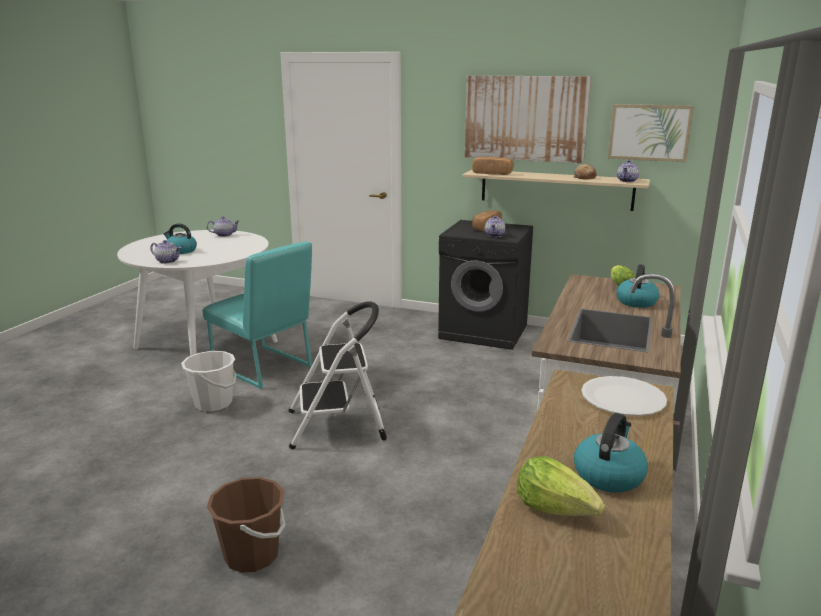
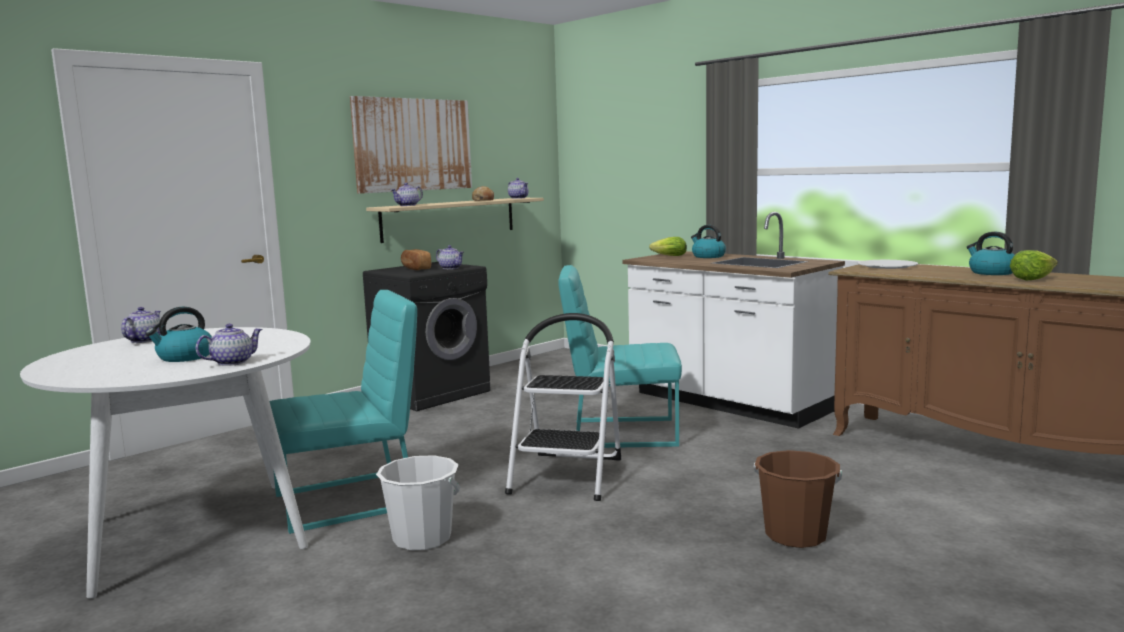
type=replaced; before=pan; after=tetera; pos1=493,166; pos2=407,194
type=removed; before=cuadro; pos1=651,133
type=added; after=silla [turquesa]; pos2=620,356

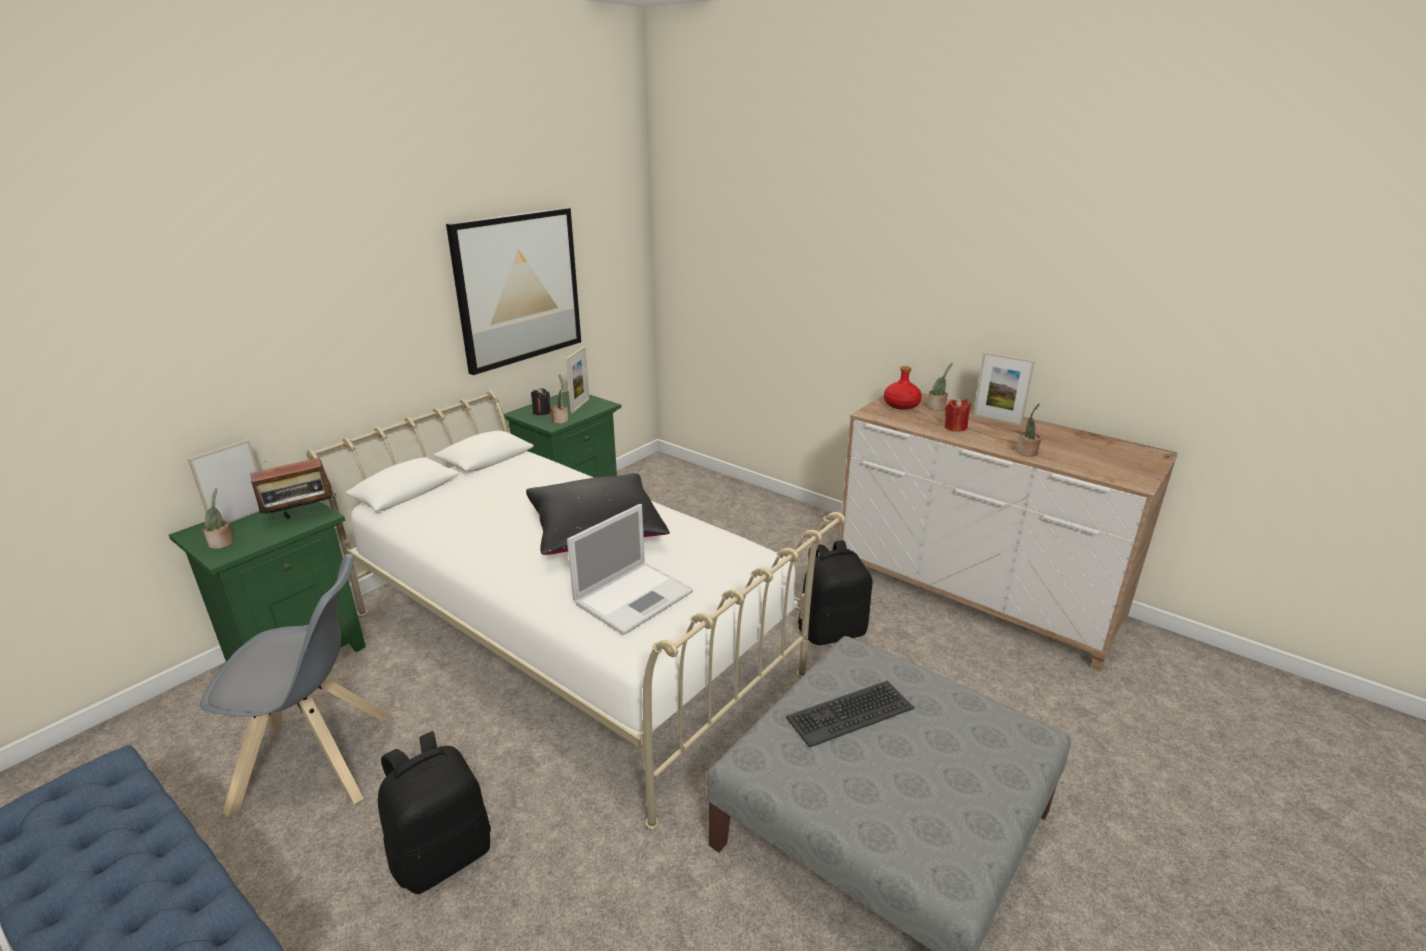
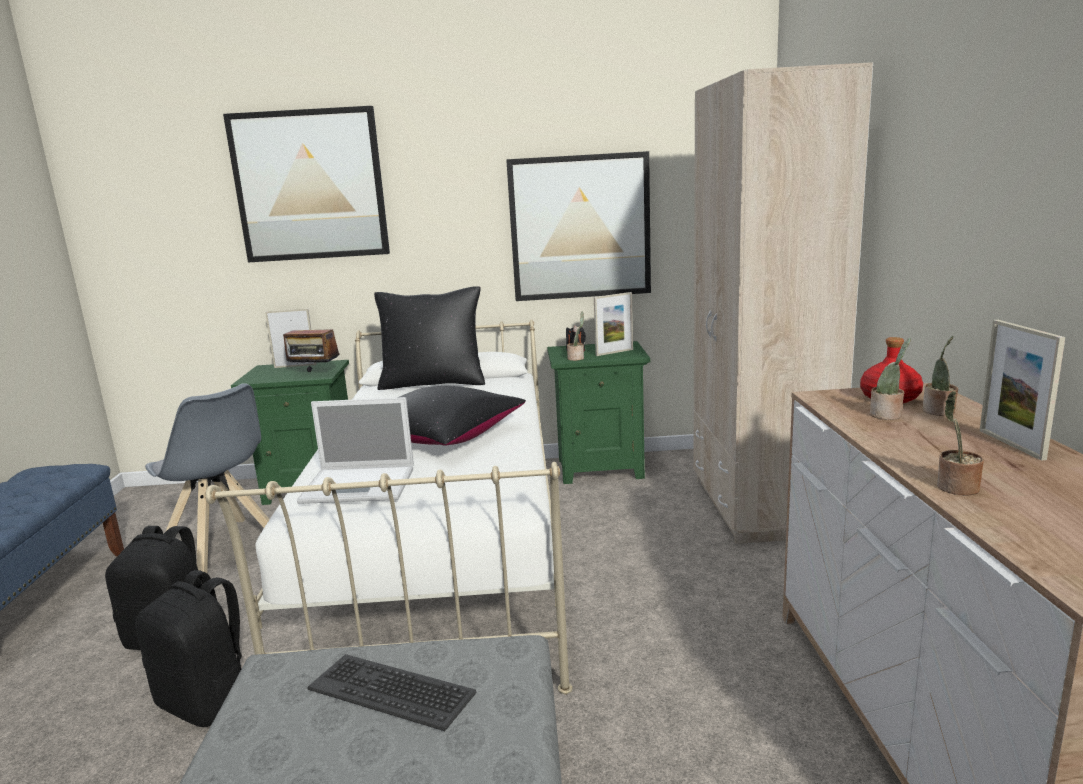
type=moved; before=planta en maceta; pos1=218,518; pos2=890,379
type=moved; before=mochila [negro]; pos1=835,592; pos2=188,648
type=removed; before=vela [rojo]; pos1=957,414
type=added; after=cuadro; pos2=306,184
type=added; after=cojín [negro]; pos2=429,338
type=added; after=armario ropero [beis]; pos2=783,303

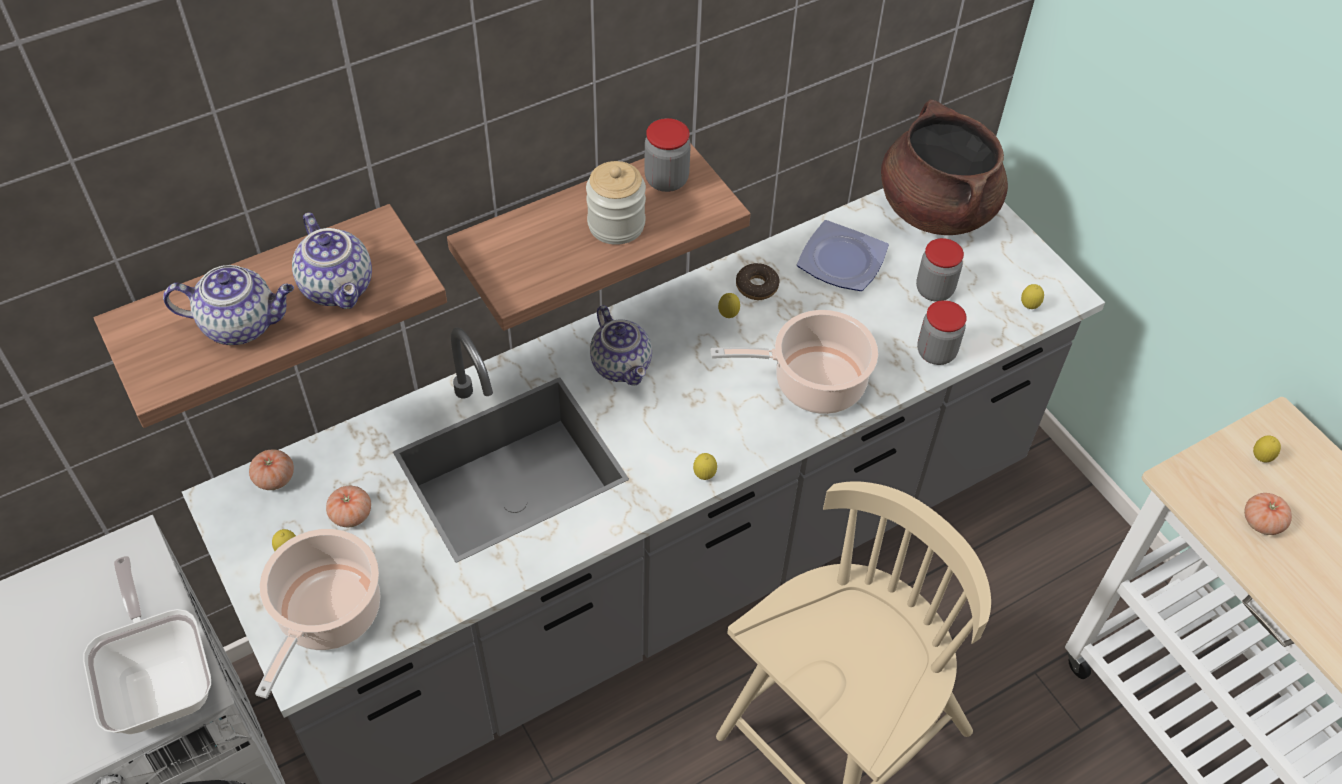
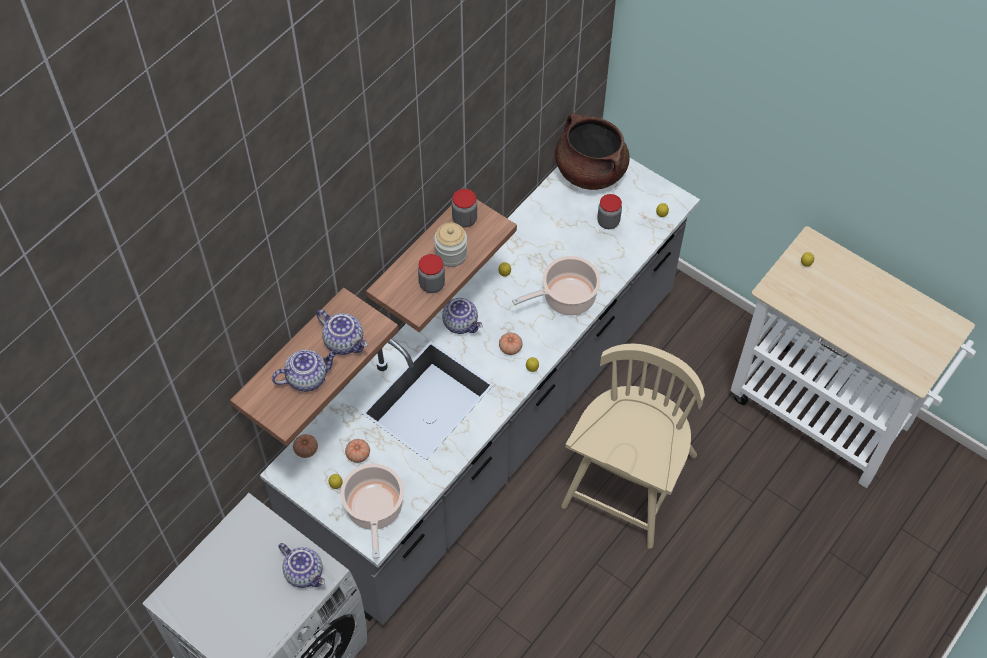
type=replaced; before=sartén; after=tetera; pos1=147,645; pos2=301,565
type=removed; before=rosquilla; pos1=758,281
type=removed; before=plato; pos1=843,255
type=moved; before=tarro; pos1=942,332; pos2=431,273
type=moved; before=tomate; pos1=1268,514; pos2=510,344

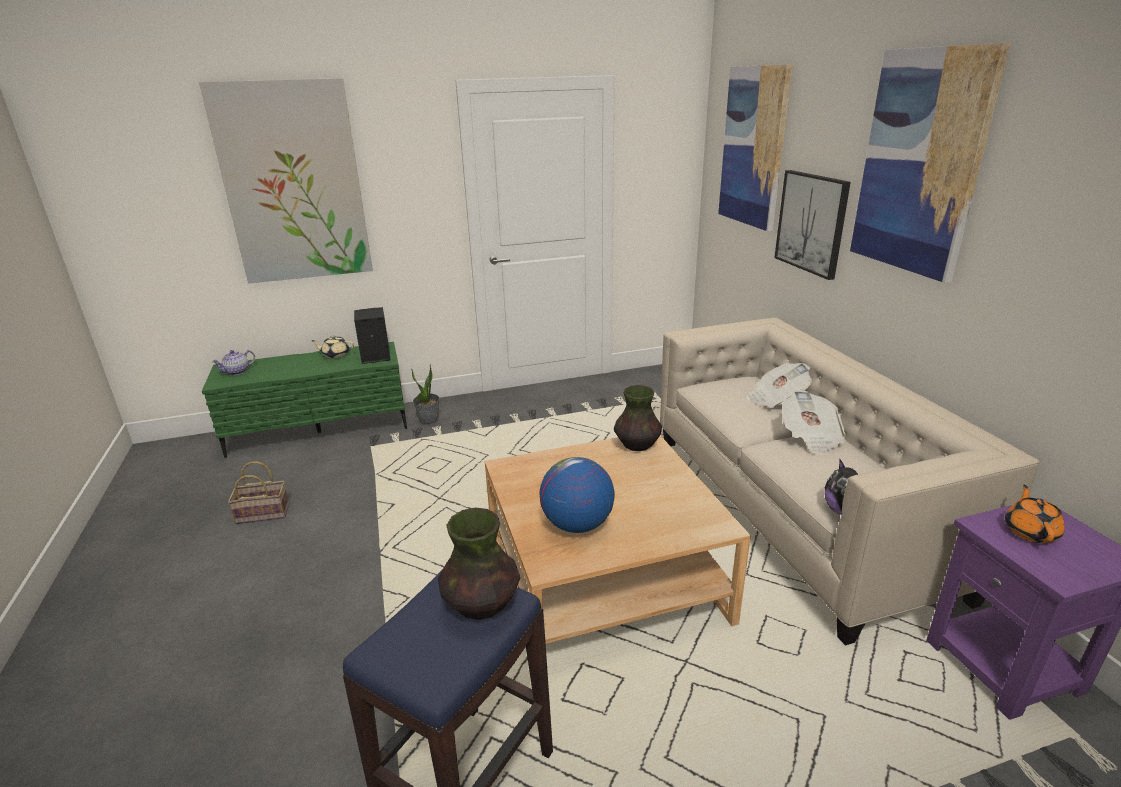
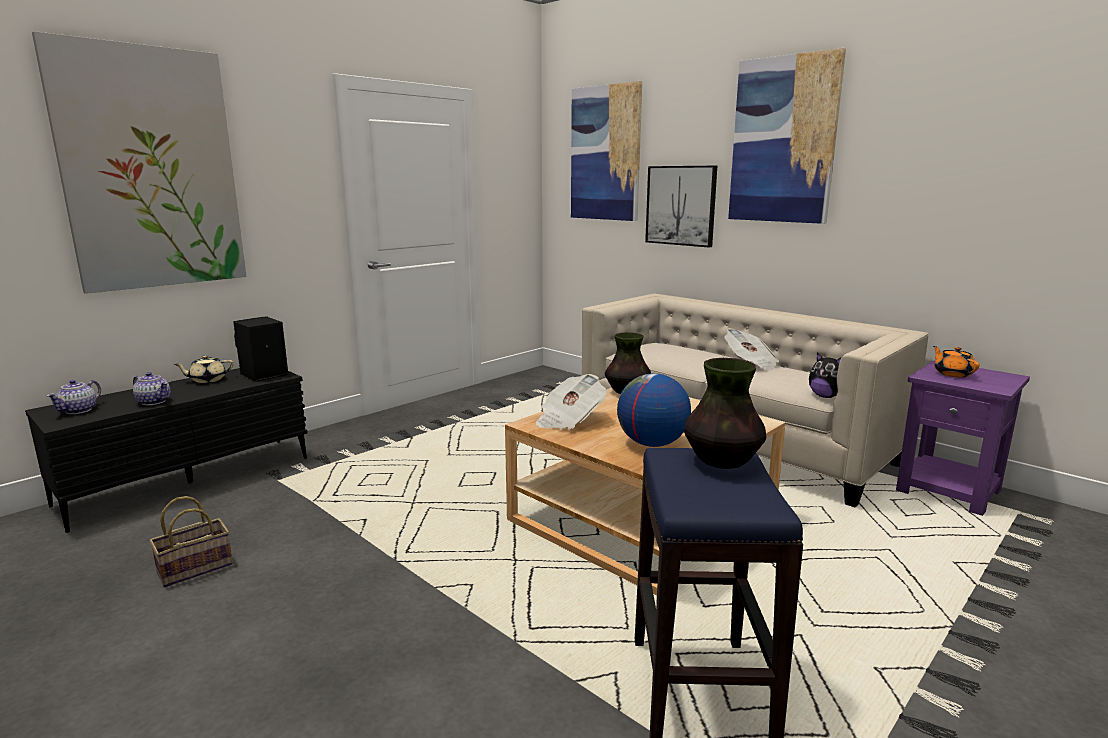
type=recoloured; before=mueble de televisión [verde]; after=mueble de televisión [negro]; pos1=305,400; pos2=166,450
type=removed; before=planta en maceta; pos1=425,394
type=moved; before=periódico; pos1=778,385; pos2=571,401
type=added; after=tetera; pos2=151,388

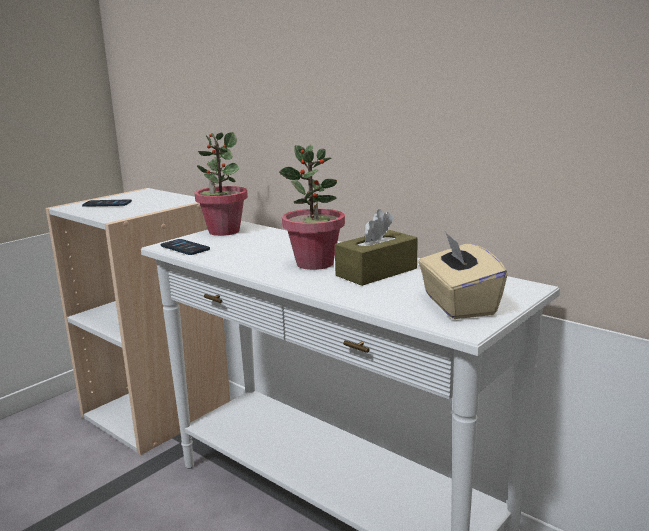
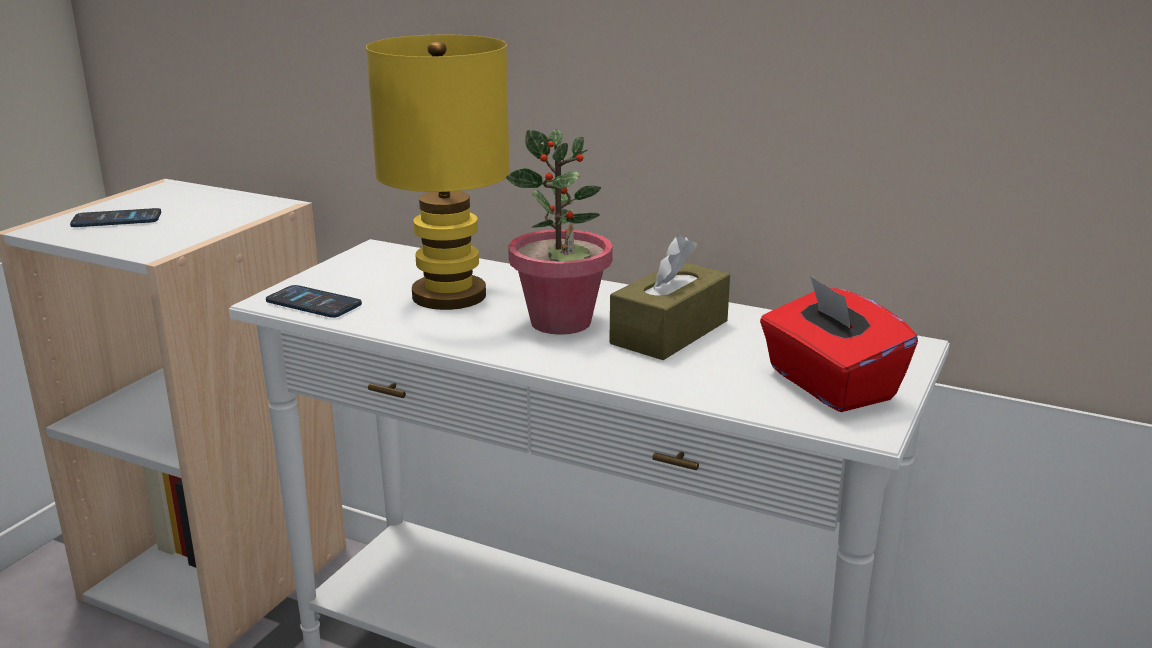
type=removed; before=planta en maceta; pos1=221,184
type=recoloured; before=caja de pañuelos [beis]; after=caja de pañuelos [rojo]; pos1=463,275; pos2=839,343
type=added; after=lámpara de mesa [amarillo]; pos2=438,172

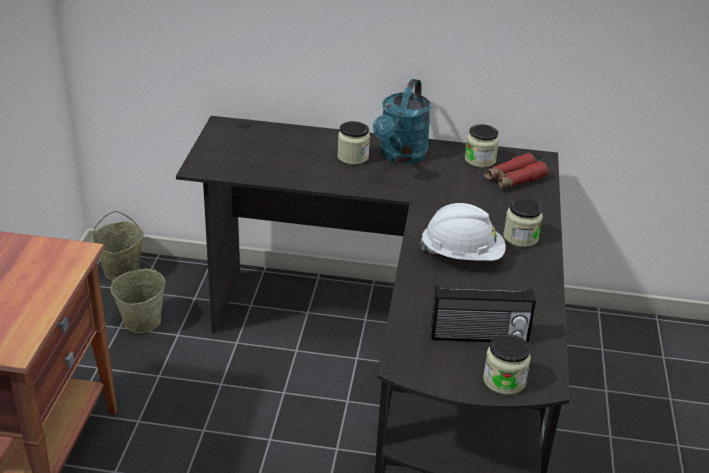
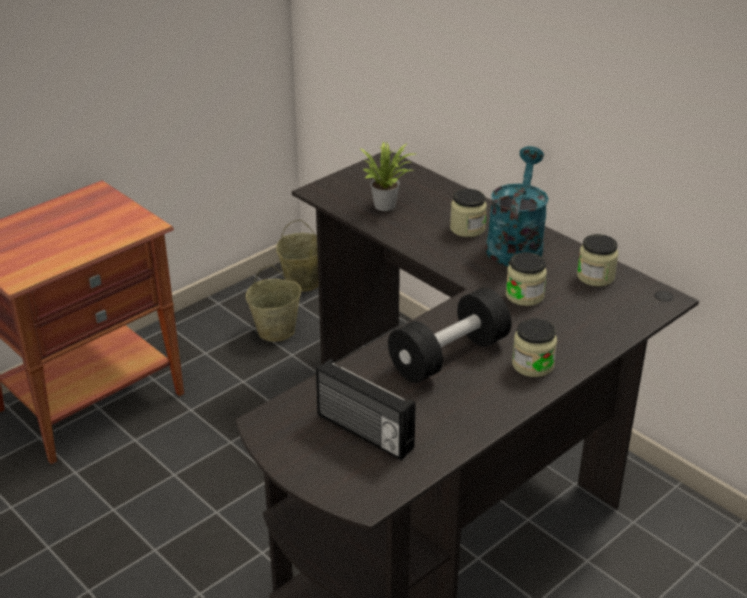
type=turned; before=regadera [turquesa]; pos1=402,121; pos2=517,206; turn=135
type=replaced; before=casco [blanco]; after=mancuerna [negro]; pos1=463,232; pos2=449,335
type=moved; before=tarro; pos1=507,364; pos2=526,279
type=removed; before=prismáticos [rojo]; pos1=516,170
type=added; after=planta en maceta; pos2=387,176

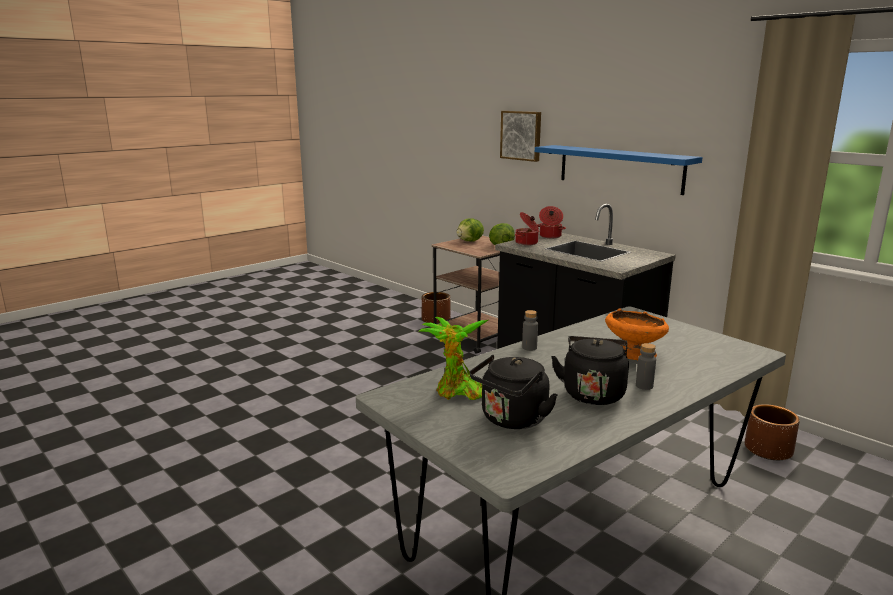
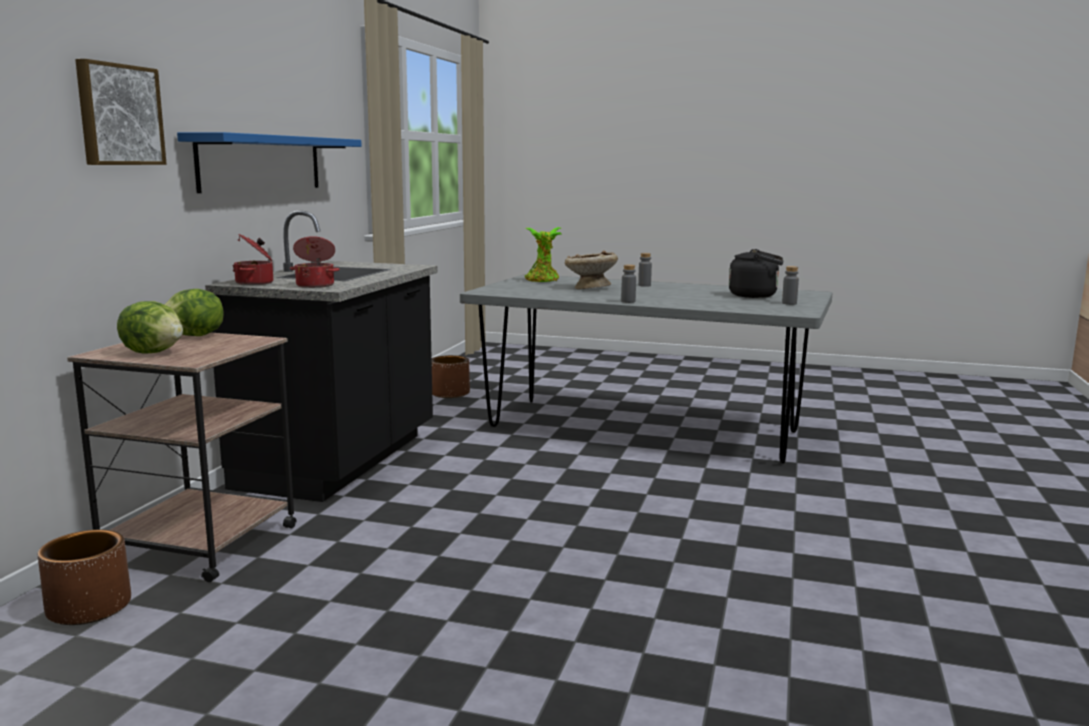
type=moved; before=planta en maceta; pos1=453,358; pos2=543,254
type=removed; before=hervidor [negro]; pos1=590,370
type=recoloured; before=cuenco [naranja]; after=cuenco [beis]; pos1=637,334; pos2=591,269
type=added; after=botella [gris]; pos2=790,285

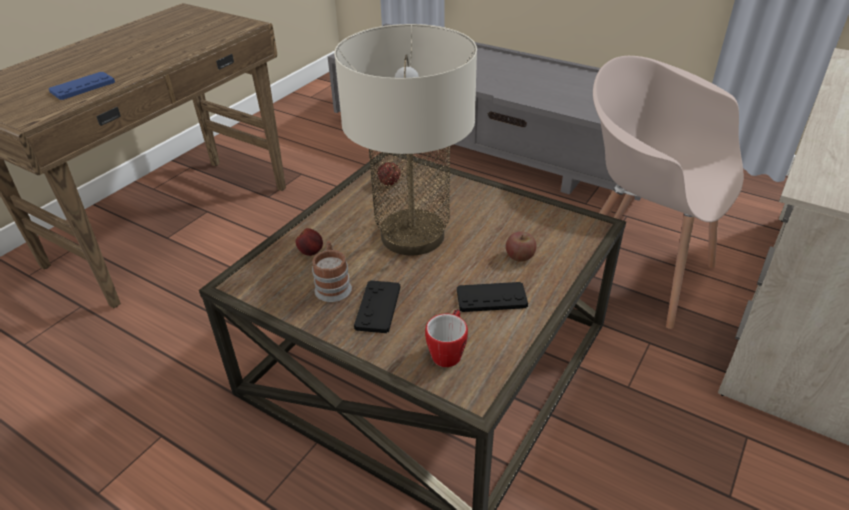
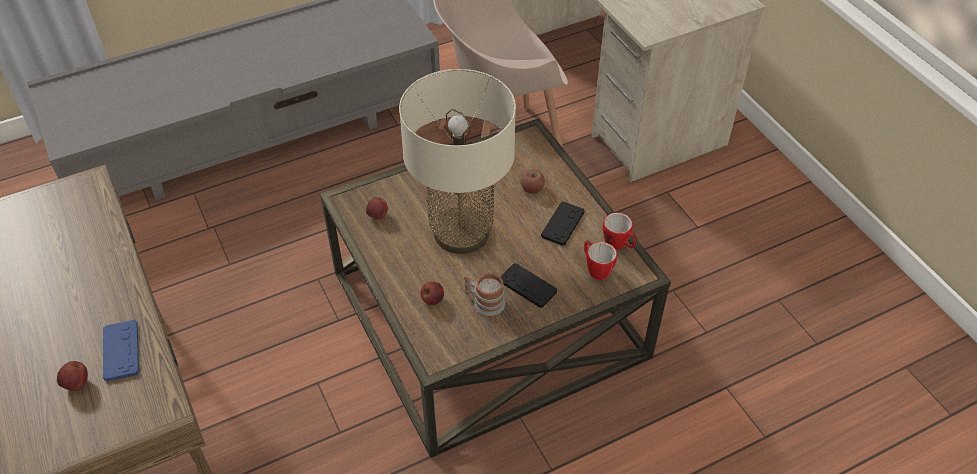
type=added; after=manzana; pos2=72,376
type=added; after=taza grande; pos2=620,231

